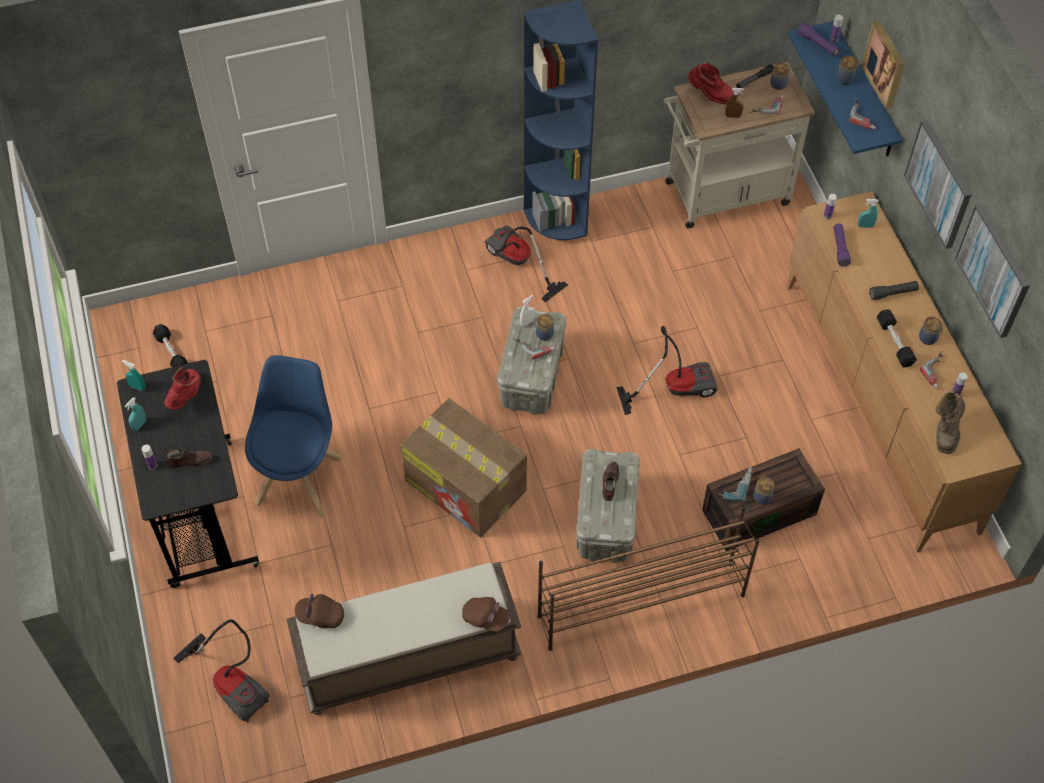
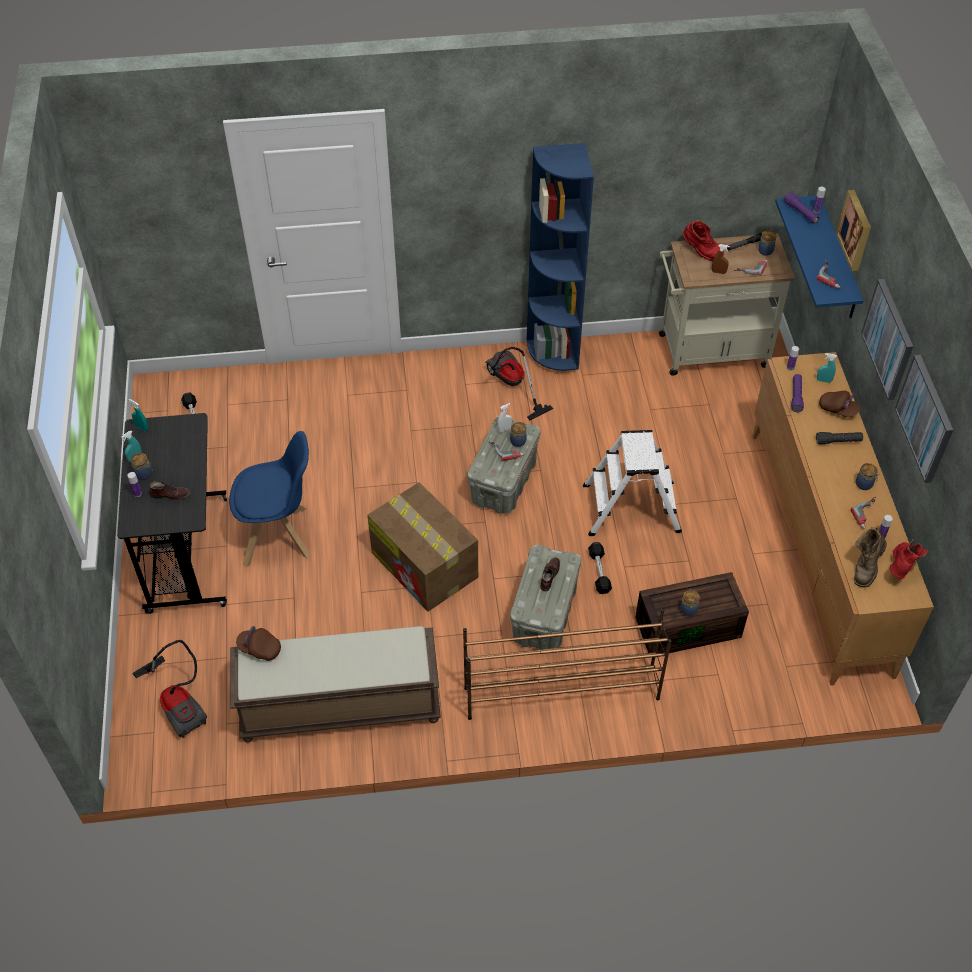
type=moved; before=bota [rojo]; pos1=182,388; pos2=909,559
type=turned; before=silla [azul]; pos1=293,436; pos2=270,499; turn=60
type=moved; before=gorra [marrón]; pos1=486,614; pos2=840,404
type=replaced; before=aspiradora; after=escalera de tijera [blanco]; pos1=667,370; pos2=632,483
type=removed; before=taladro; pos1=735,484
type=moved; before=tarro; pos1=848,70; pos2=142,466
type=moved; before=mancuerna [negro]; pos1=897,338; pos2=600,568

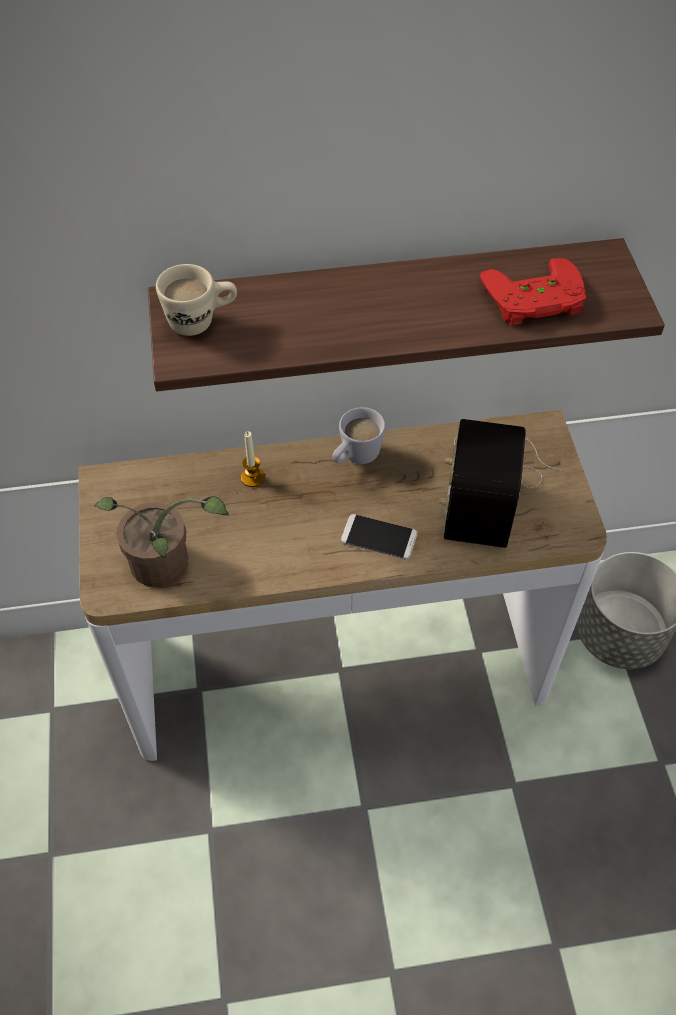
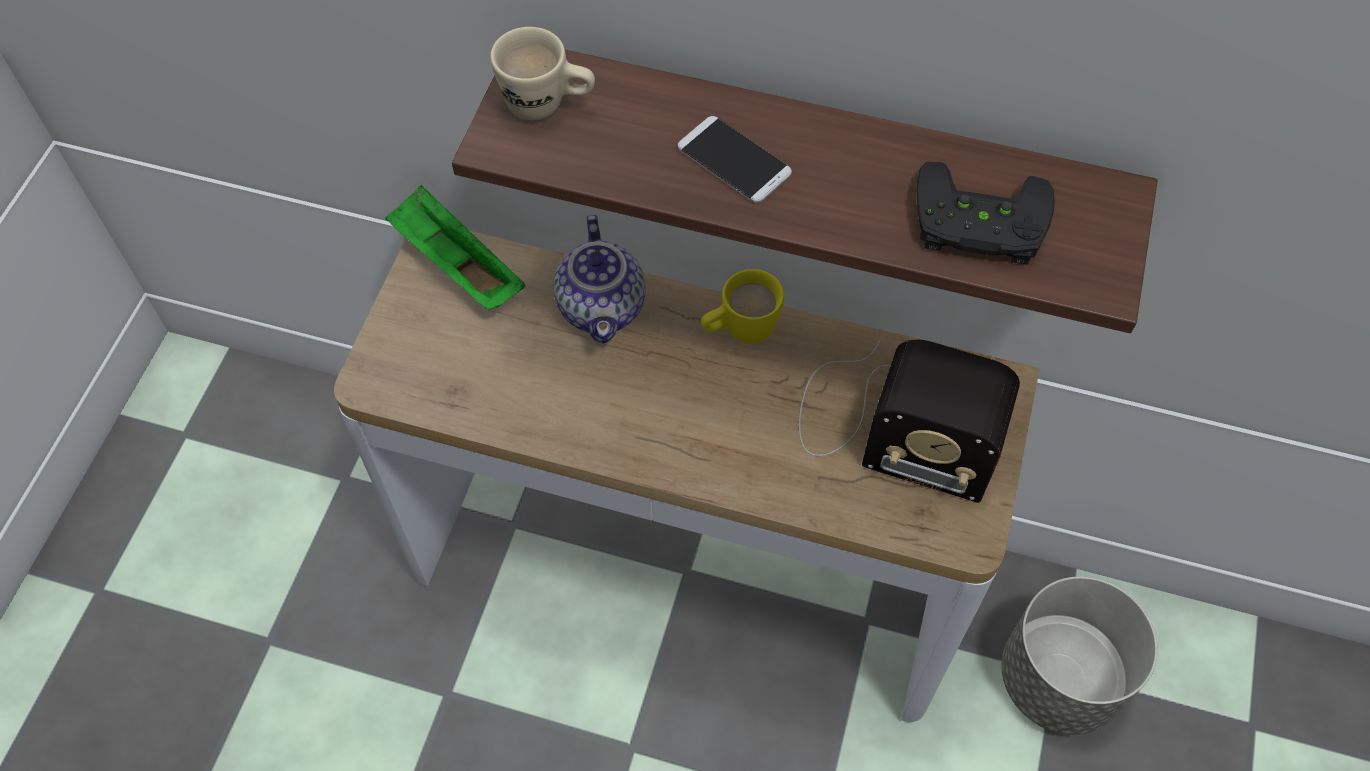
type=removed; before=planta en maceta; pos1=161,541
type=replaced; before=vela; after=tetera; pos1=253,459; pos2=599,279
type=recoloured; before=taza grande [blanco]; after=taza grande [amarillo]; pos1=359,435; pos2=742,306
type=moved; before=móvil; pos1=379,536; pos2=735,159
type=turned; before=radio; pos1=500,483; pos2=909,421; turn=-105
type=recoloured; before=mando de consola [rojo]; after=mando de consola [negro]; pos1=533,292; pos2=985,213
type=added; after=bandeja [verde]; pos2=456,247

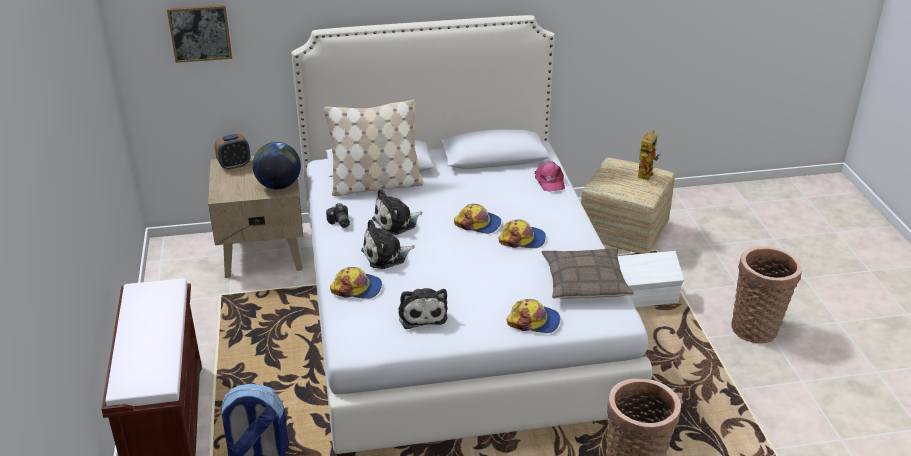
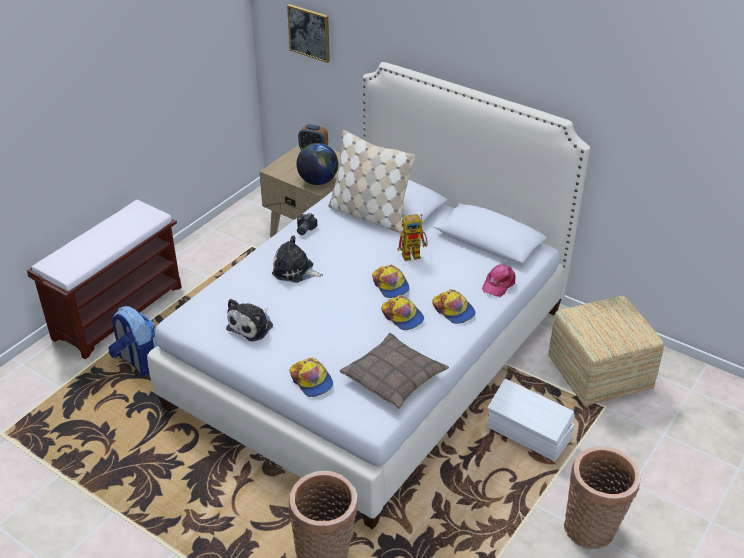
type=moved; before=gorra; pos1=356,283; pos2=454,306
type=removed; before=peluche; pos1=397,212
type=moved; before=robot de juguete; pos1=649,155; pos2=412,237

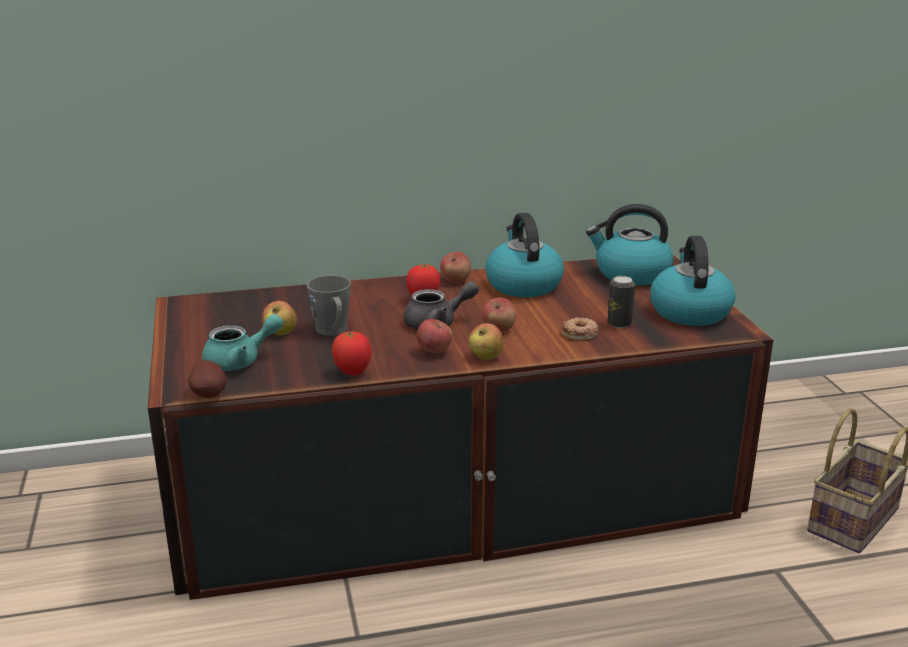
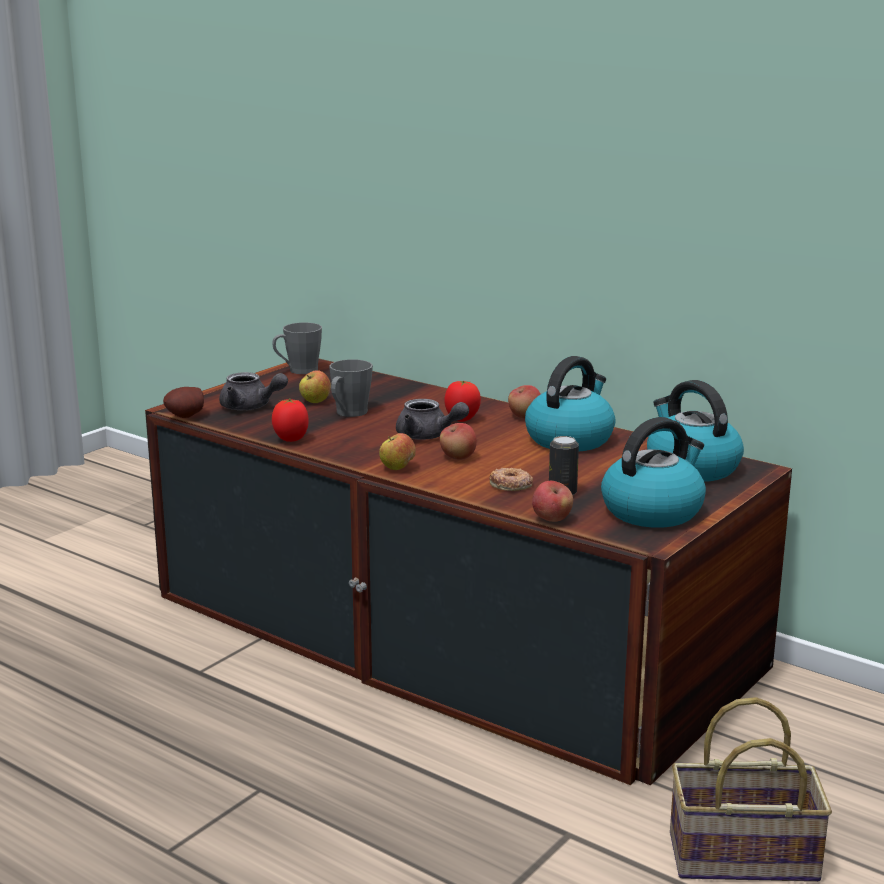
type=recoloured; before=tetera [turquesa]; after=tetera [gris]; pos1=242,342; pos2=253,391
type=moved; before=manzana; pos1=434,336; pos2=552,501
type=added; after=taza grande [gris]; pos2=297,348

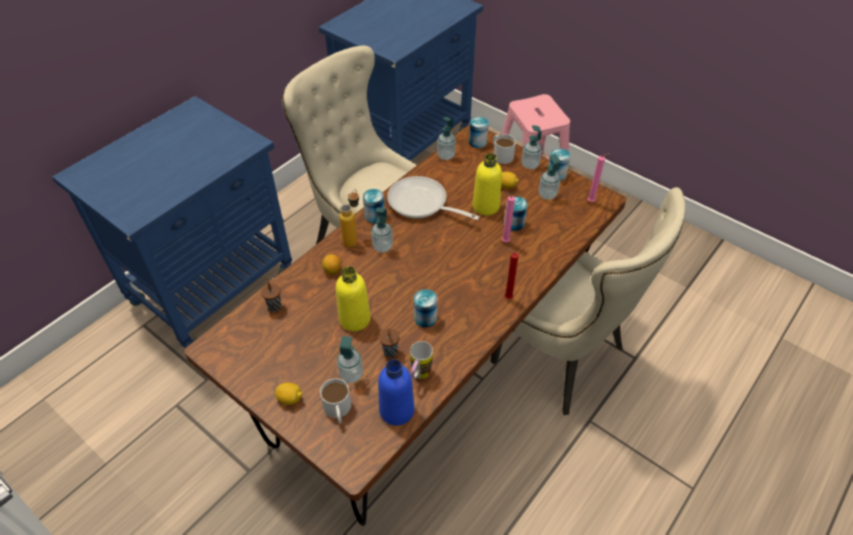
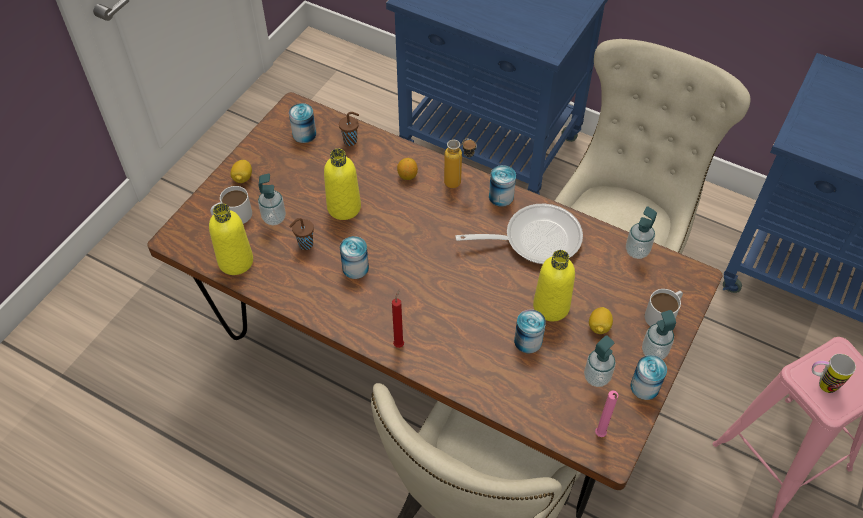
type=removed; before=dispensador de jabón; pos1=382,230
type=recoloured; before=botella [azul]; after=botella [amarillo]; pos1=396,392; pos2=231,239
type=turned; before=sartén; pos1=433,198; pos2=519,234; turn=60
type=moved; before=taza grande; pos1=421,360; pos2=834,373
type=moved; before=lata; pos1=479,132; pos2=302,123
type=removed; before=vela [rosa]; pos1=508,216

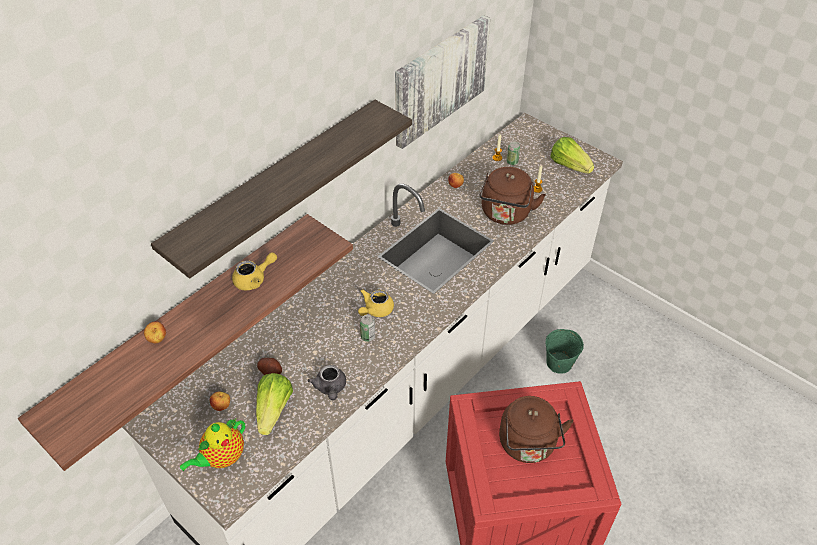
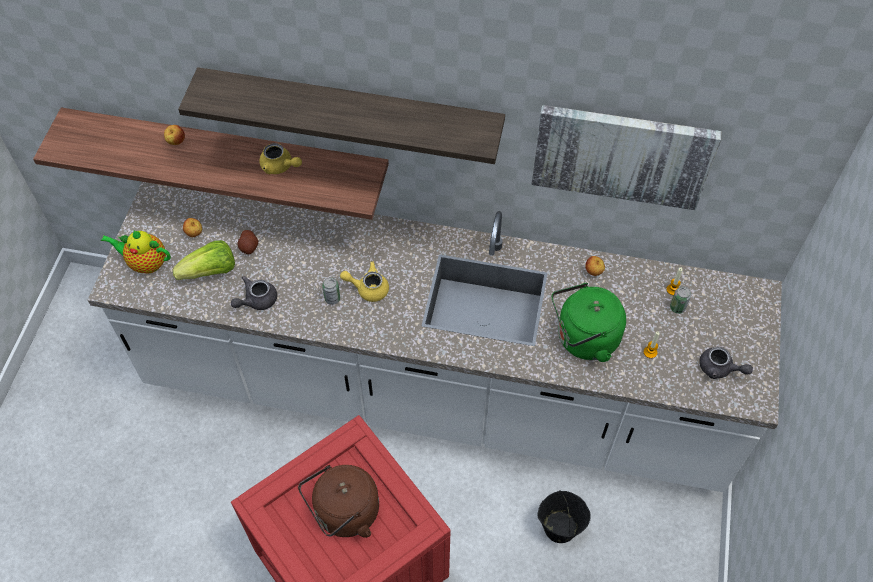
type=recoloured; before=hervidor [marrón]; after=hervidor [verde]; pos1=512,196; pos2=589,322
type=recoloured; before=cubo [verde]; after=cubo [negro]; pos1=564,351; pos2=564,516
type=replaced; before=lechuga; after=tetera [gris]; pos1=572,155; pos2=726,363

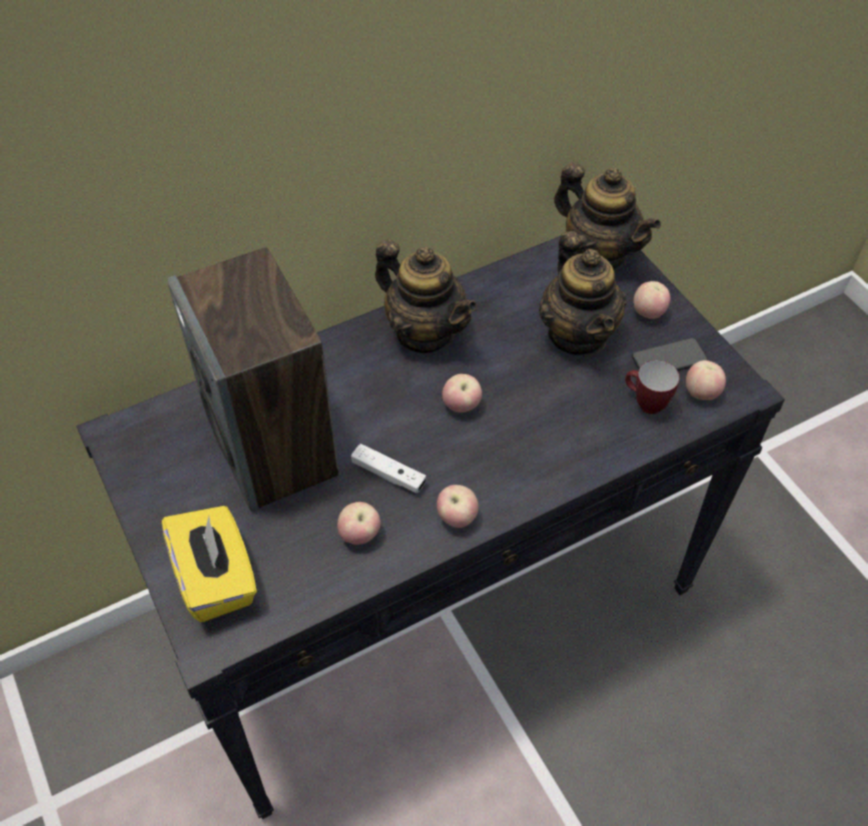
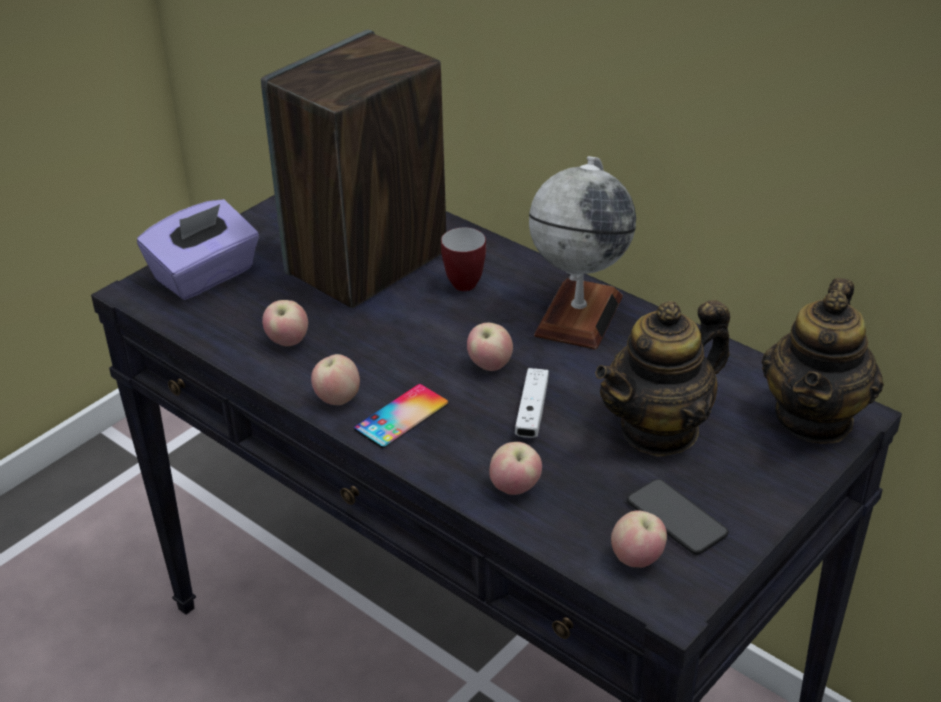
type=recoloured; before=caja de pañuelos [amarillo]; after=caja de pañuelos [morado]; pos1=209,564; pos2=198,249
type=moved; before=mando de consola [blanco]; pos1=388,469; pos2=532,403
type=replaced; before=tetera; after=globo terráqueo; pos1=426,296; pos2=582,253
type=moved; before=taza grande; pos1=652,387; pos2=463,259
type=moved; before=manzana; pos1=652,300; pos2=515,468
type=added; after=móvil; pos2=401,416

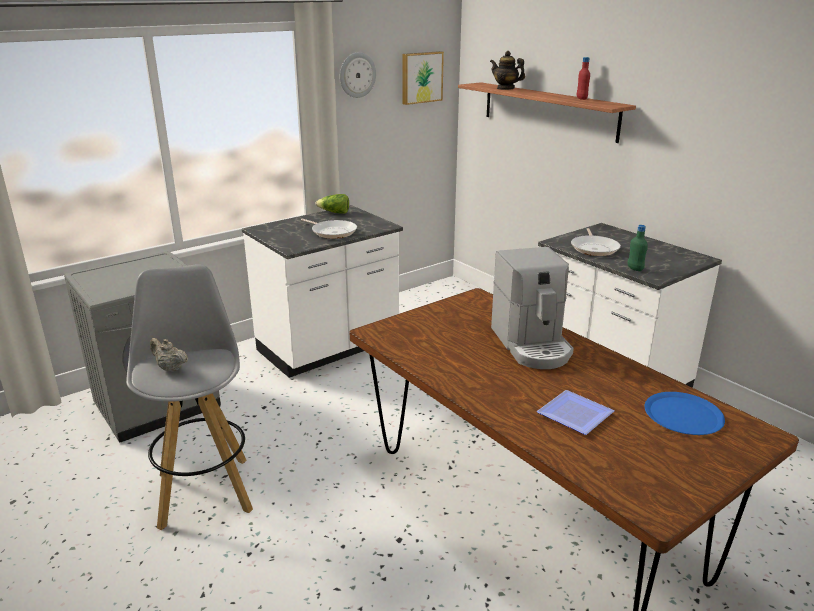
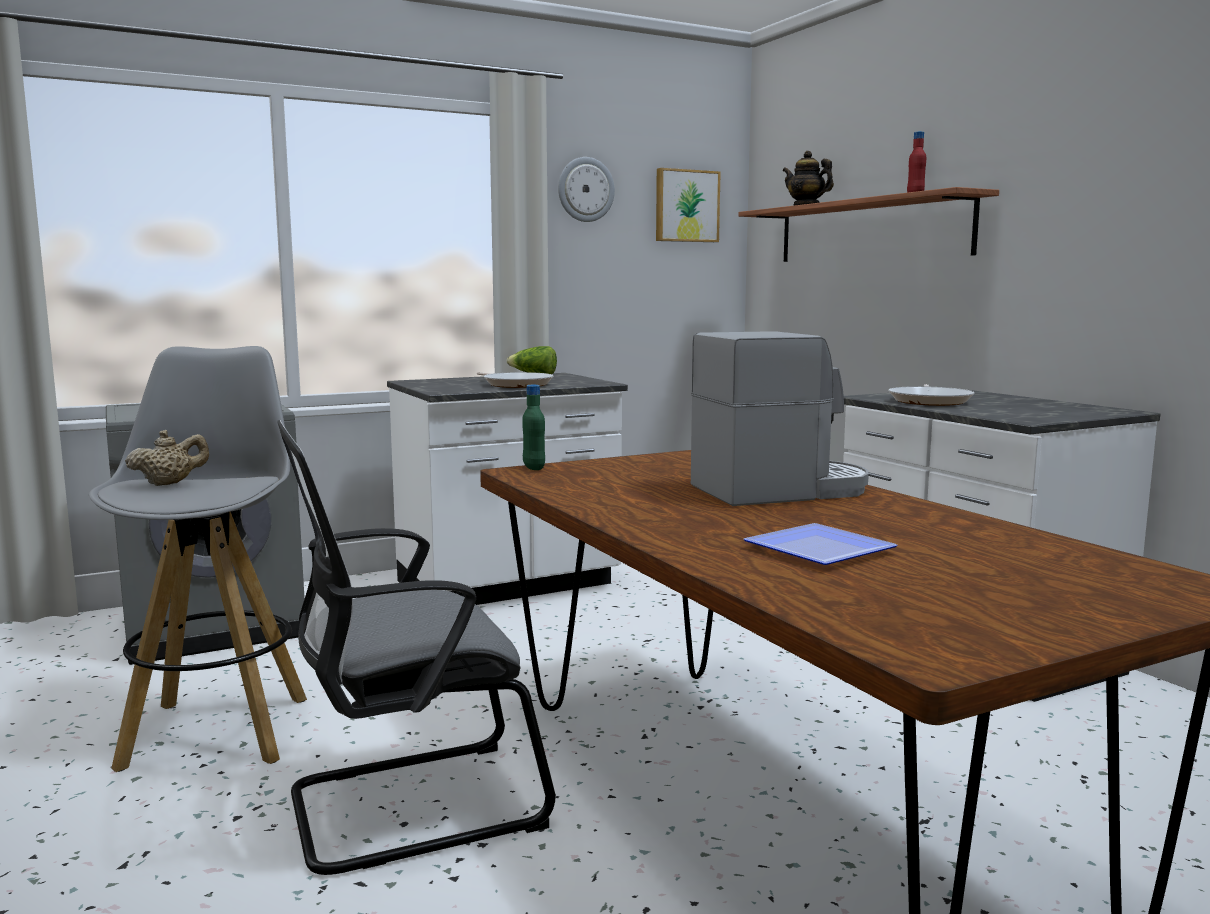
type=turned; before=tetera [beis]; pos1=169,355; pos2=167,458; turn=105
type=turned; before=cafetera; pos1=532,308; pos2=780,418; turn=-105
type=moved; before=botella [verde]; pos1=637,248; pos2=533,427
type=removed; before=plato [azul]; pos1=684,413
type=added; after=silla; pos2=416,647

